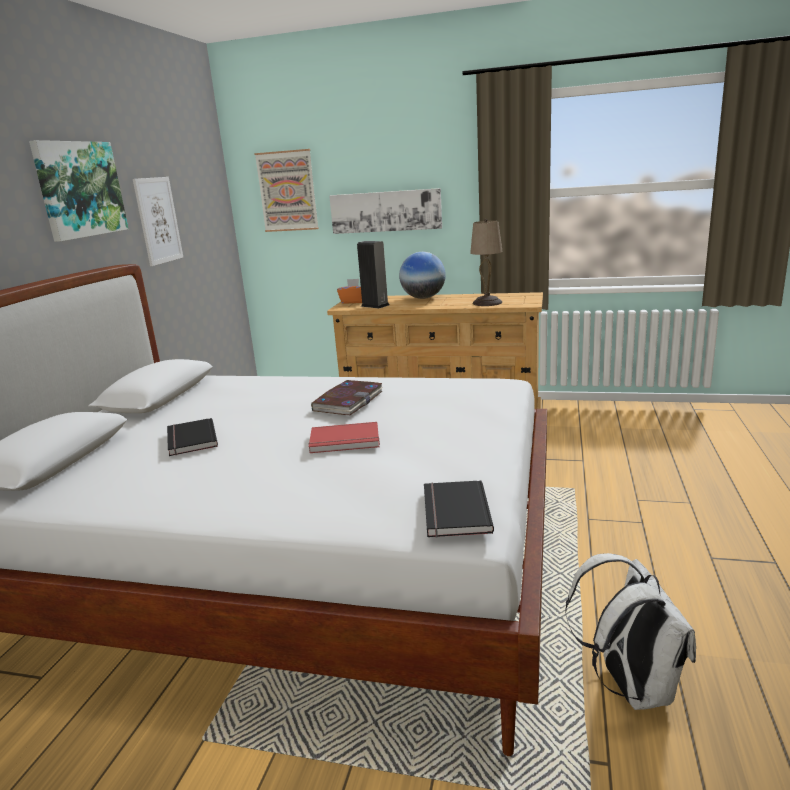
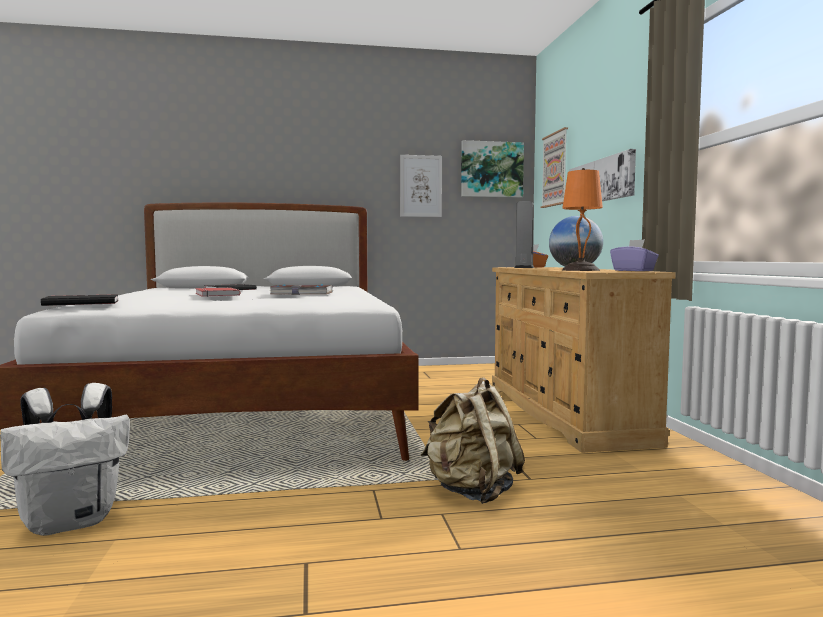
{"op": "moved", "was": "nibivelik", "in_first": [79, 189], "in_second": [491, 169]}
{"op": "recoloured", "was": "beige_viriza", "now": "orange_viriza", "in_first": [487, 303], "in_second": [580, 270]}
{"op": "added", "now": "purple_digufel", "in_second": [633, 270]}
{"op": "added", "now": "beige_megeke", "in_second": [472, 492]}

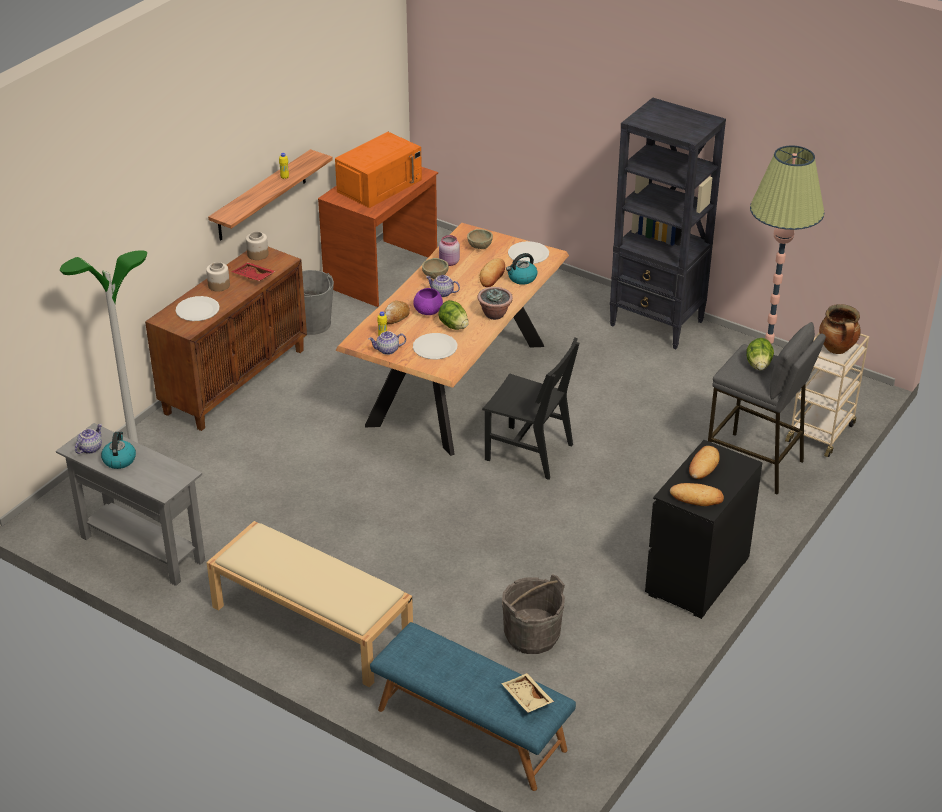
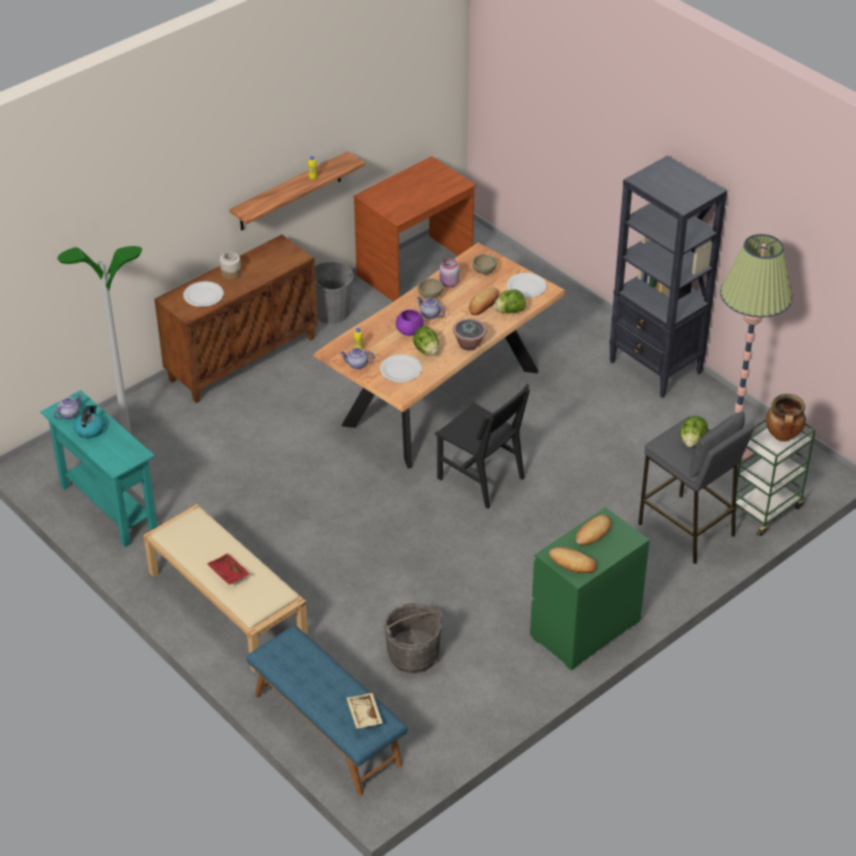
{"op": "removed", "was": "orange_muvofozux", "in_first": [379, 185]}
{"op": "removed", "was": "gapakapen", "in_first": [257, 254]}
{"op": "replaced", "was": "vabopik", "now": "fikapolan", "in_first": [521, 278], "in_second": [509, 311]}
{"op": "moved", "was": "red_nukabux", "in_first": [253, 277], "in_second": [228, 573]}
{"op": "removed", "was": "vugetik", "in_first": [395, 317]}
{"op": "recoloured", "was": "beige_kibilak", "now": "green_kibilak", "in_first": [820, 432], "in_second": [765, 509]}
{"op": "recoloured", "was": "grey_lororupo", "now": "turquoise_lororupo", "in_first": [142, 549], "in_second": [108, 507]}
{"op": "recoloured", "was": "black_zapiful", "now": "green_zapiful", "in_first": [697, 576], "in_second": [584, 629]}

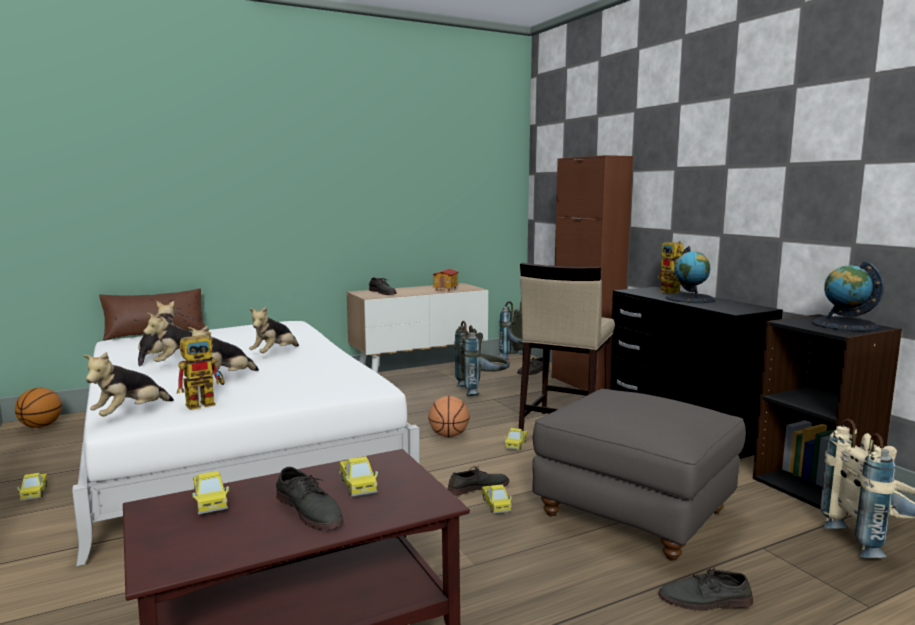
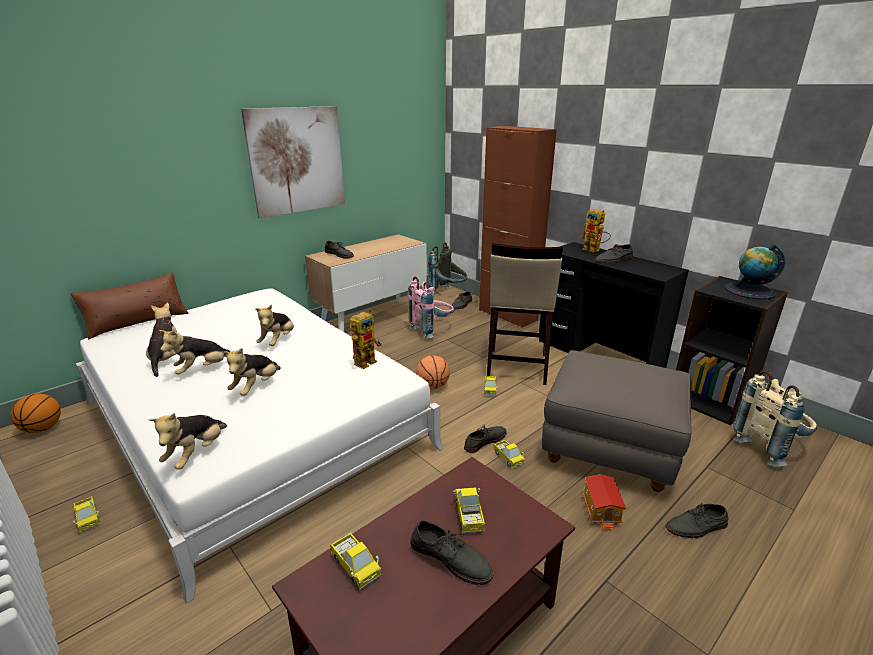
{"op": "replaced", "was": "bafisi", "now": "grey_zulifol", "in_first": [690, 299], "in_second": [614, 260]}
{"op": "moved", "was": "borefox", "in_first": [446, 289], "in_second": [602, 511]}
{"op": "recoloured", "was": "grey_megeke", "now": "pink_megeke", "in_first": [482, 390], "in_second": [432, 330]}
{"op": "moved", "was": "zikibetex", "in_first": [206, 403], "in_second": [367, 360]}
{"op": "turned", "was": "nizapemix", "in_first": [358, 486], "in_second": [469, 515], "clockwise": -150}
{"op": "added", "now": "nibivelik", "in_second": [297, 161]}

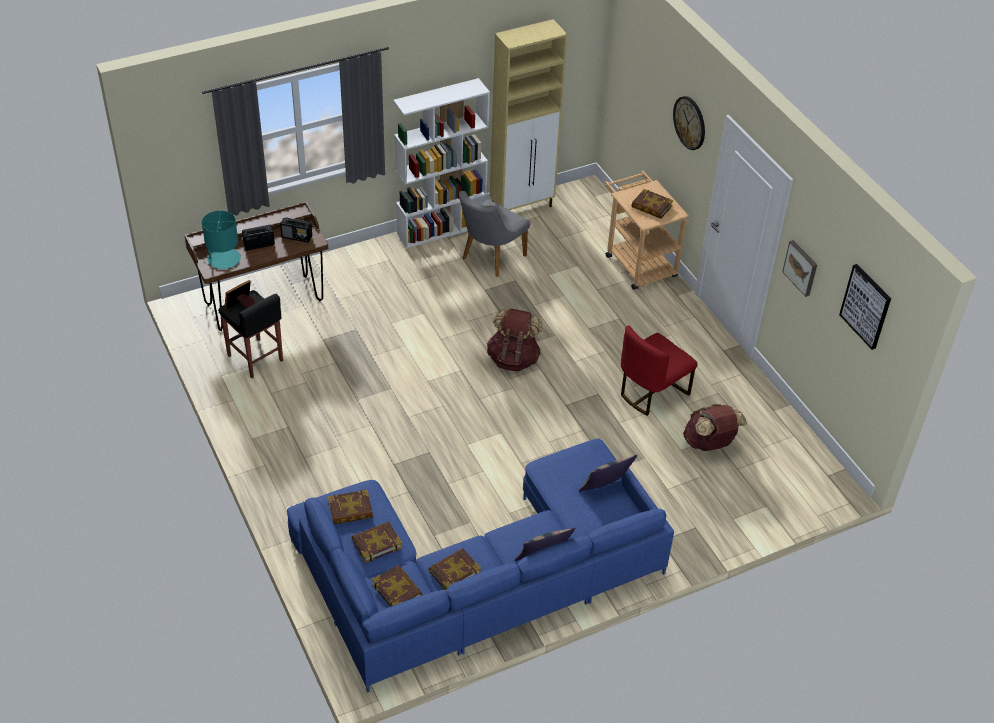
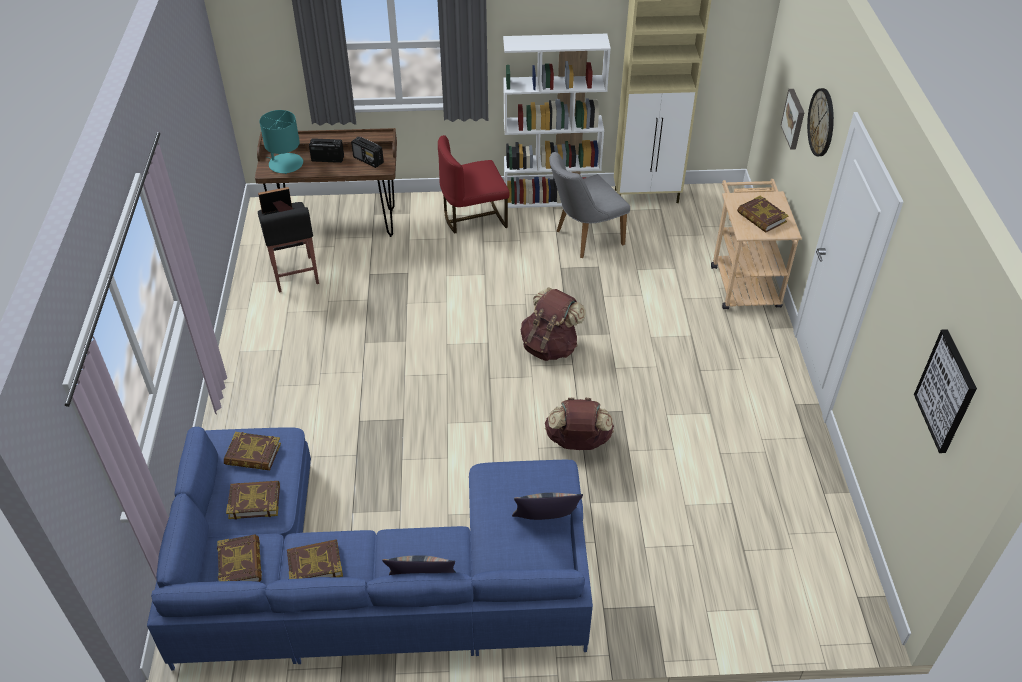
{"op": "moved", "was": "nibivelik", "in_first": [801, 267], "in_second": [794, 119]}
{"op": "moved", "was": "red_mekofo", "in_first": [651, 392], "in_second": [474, 217]}
{"op": "moved", "was": "brown_megeke", "in_first": [709, 443], "in_second": [578, 442]}

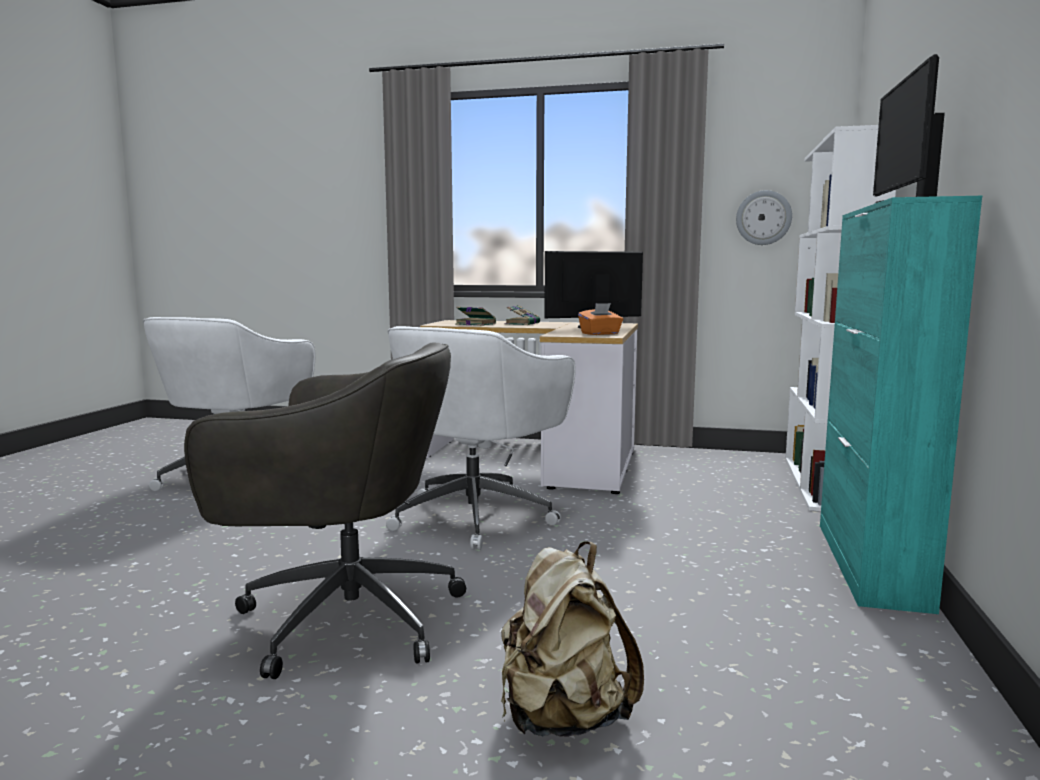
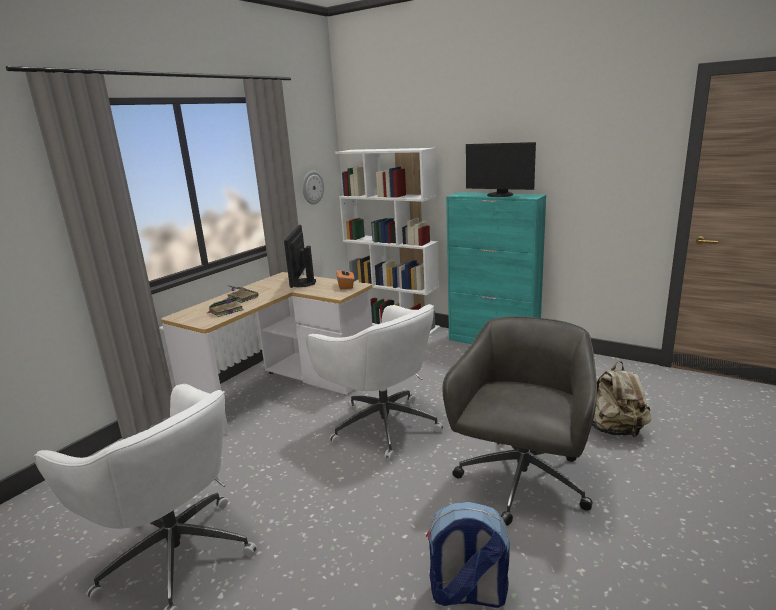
{"op": "added", "now": "megeke", "in_second": [467, 594]}

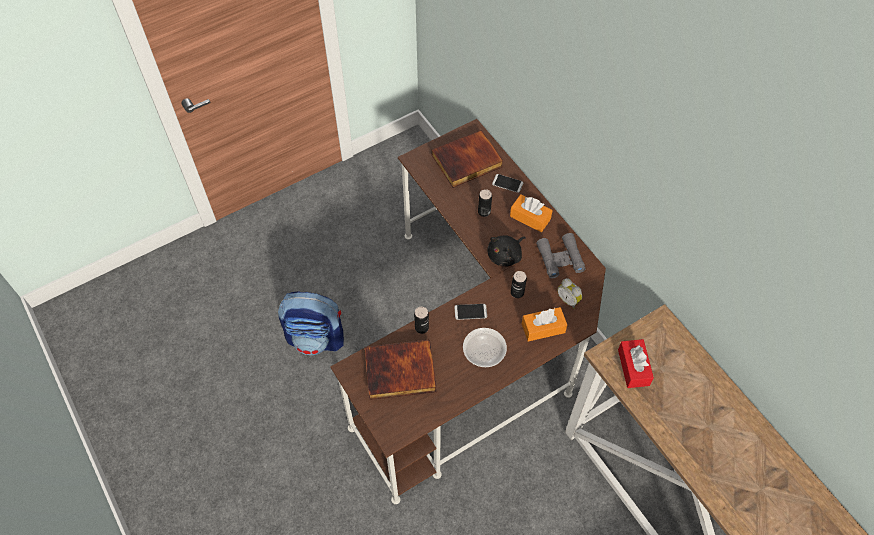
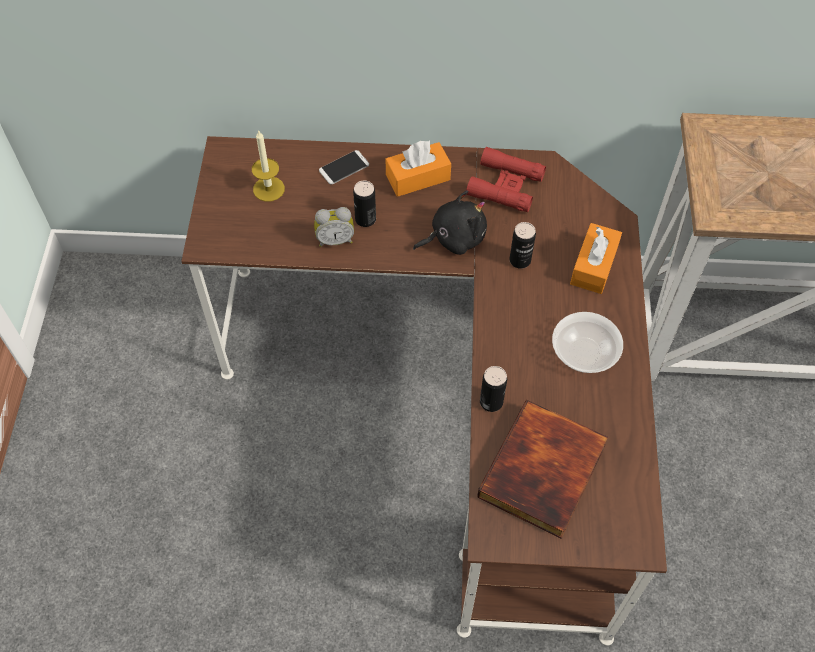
{"op": "replaced", "was": "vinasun", "now": "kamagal", "in_first": [467, 162], "in_second": [268, 189]}
{"op": "recoloured", "was": "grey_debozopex", "now": "red_debozopex", "in_first": [560, 259], "in_second": [505, 185]}
{"op": "turned", "was": "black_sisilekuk", "in_first": [506, 255], "in_second": [454, 238], "clockwise": -105}
{"op": "moved", "was": "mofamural", "in_first": [569, 300], "in_second": [335, 240]}
{"op": "removed", "was": "megeke", "in_first": [316, 338]}
{"op": "removed", "was": "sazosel", "in_first": [470, 312]}
{"op": "removed", "was": "red_digufel", "in_first": [633, 367]}

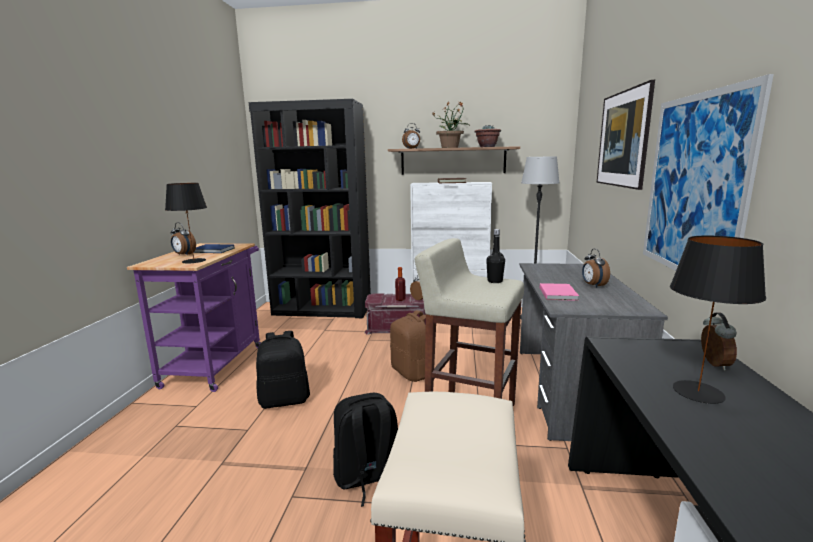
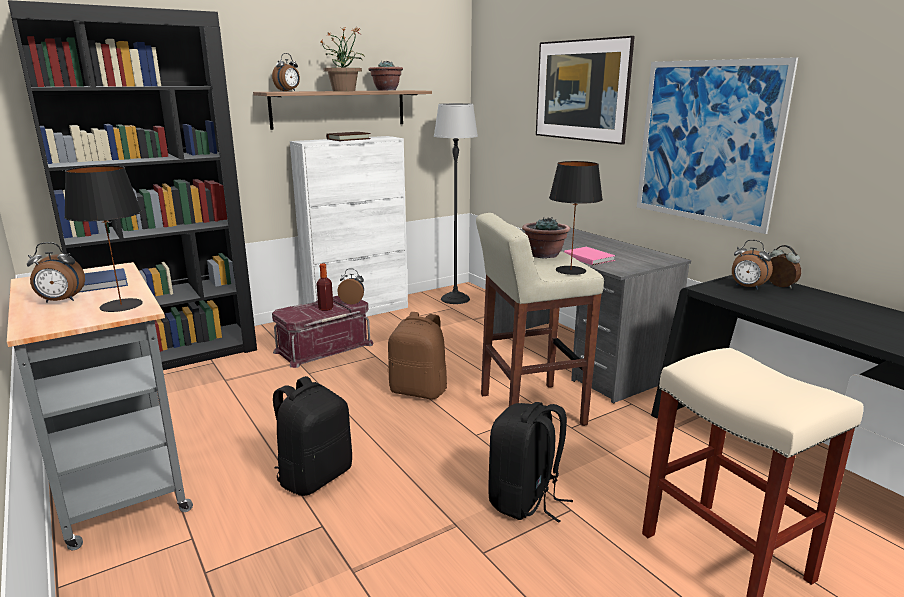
{"op": "replaced", "was": "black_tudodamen", "now": "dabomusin", "in_first": [495, 281], "in_second": [544, 255]}
{"op": "moved", "was": "black_viriza", "in_first": [697, 392], "in_second": [570, 270]}
{"op": "recoloured", "was": "purple_kibilak", "now": "grey_kibilak", "in_first": [217, 363], "in_second": [118, 477]}
{"op": "moved", "was": "mofamural", "in_first": [593, 285], "in_second": [747, 287]}

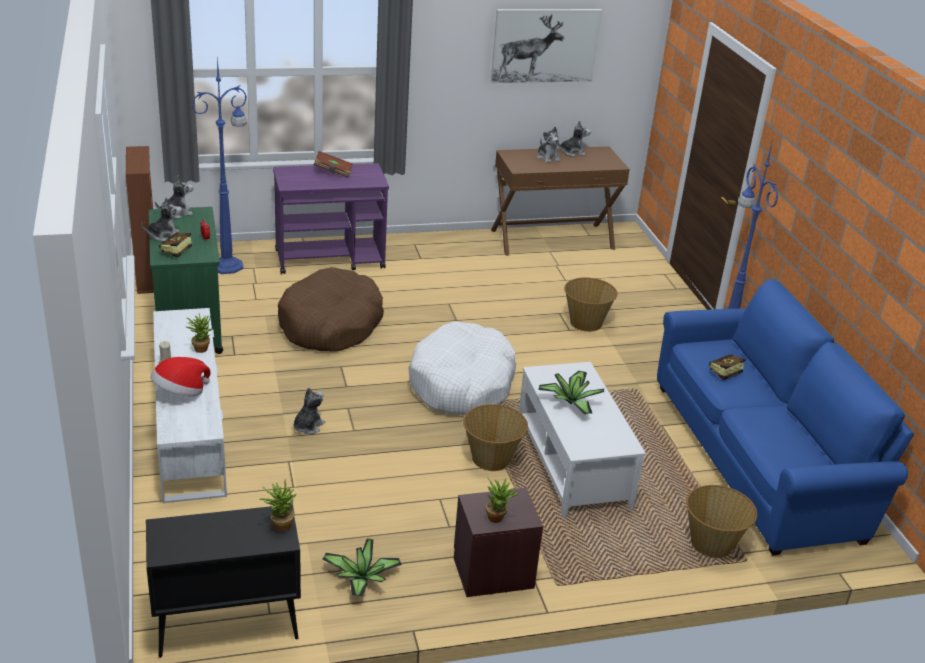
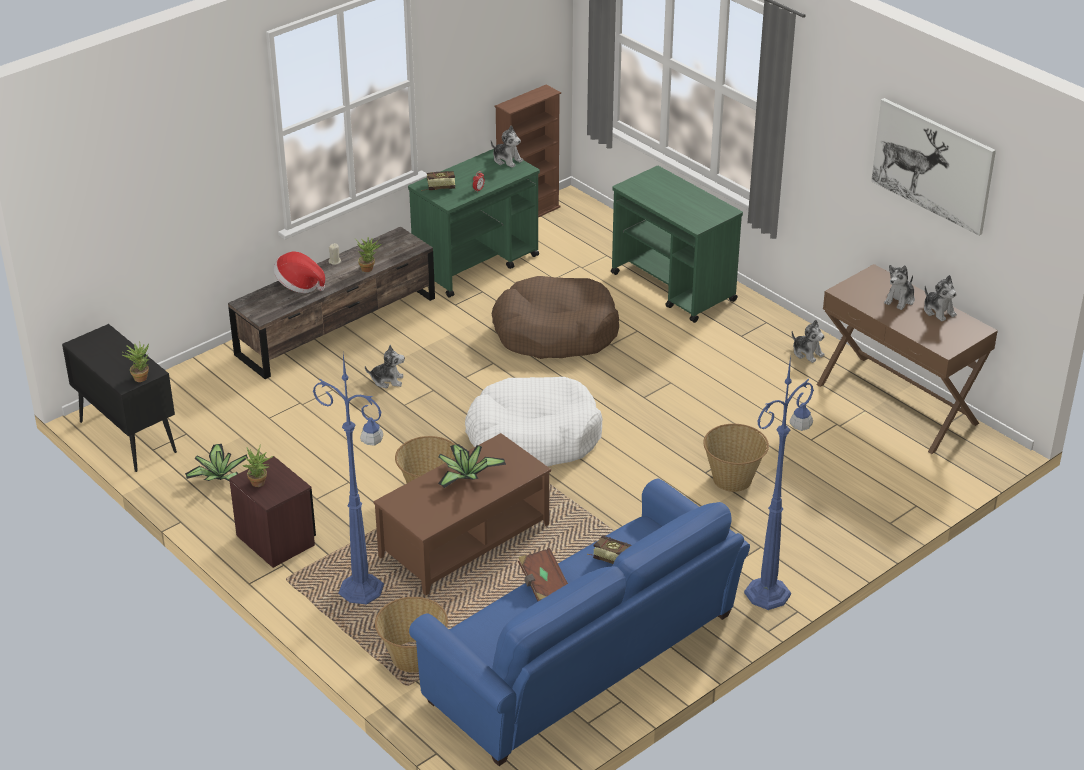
{"op": "moved", "was": "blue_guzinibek", "in_first": [229, 266], "in_second": [363, 591]}
{"op": "moved", "was": "brown_vinasun", "in_first": [333, 172], "in_second": [543, 584]}
{"op": "recoloured", "was": "purple_kibilak", "now": "green_kibilak", "in_first": [330, 259], "in_second": [673, 287]}
{"op": "moved", "was": "sisilekuk", "in_first": [164, 236], "in_second": [807, 353]}
{"op": "recoloured", "was": "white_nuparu", "now": "brown_nuparu", "in_first": [190, 425], "in_second": [337, 326]}
{"op": "recoloured", "was": "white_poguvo", "now": "brown_poguvo", "in_first": [574, 464], "in_second": [465, 541]}

